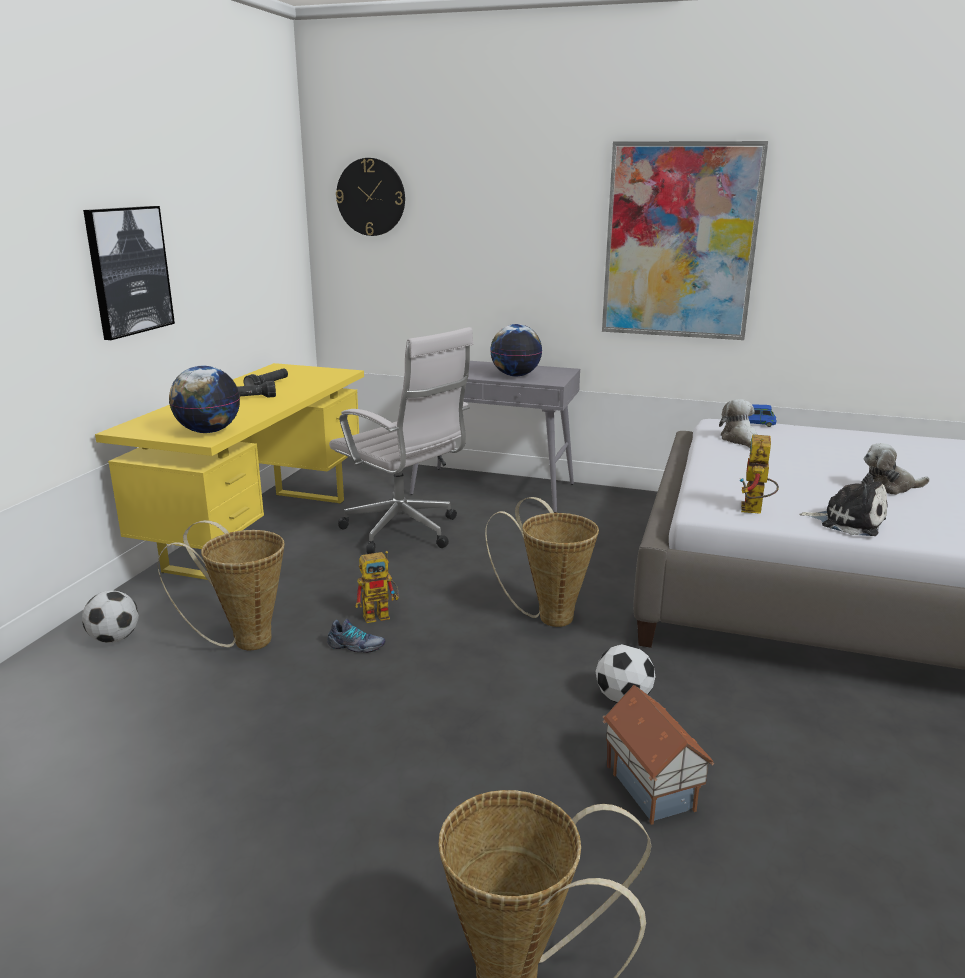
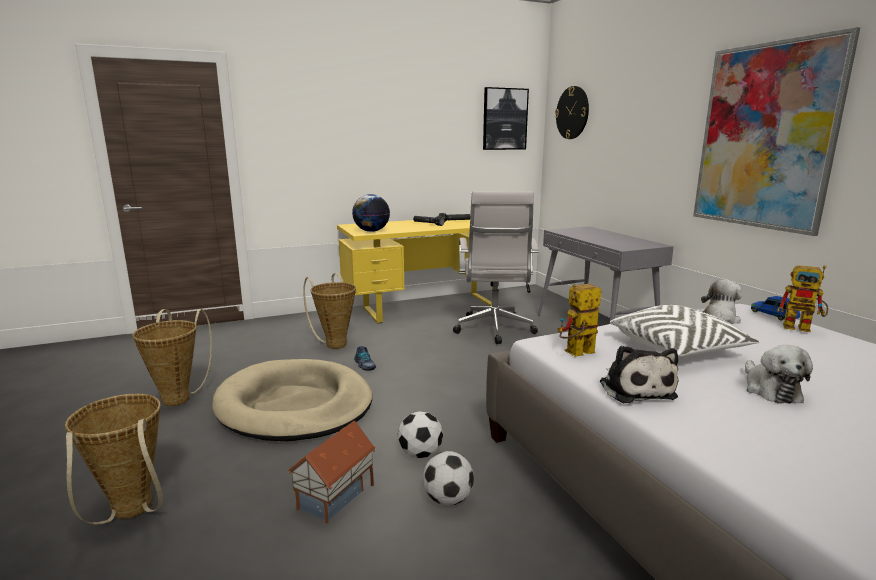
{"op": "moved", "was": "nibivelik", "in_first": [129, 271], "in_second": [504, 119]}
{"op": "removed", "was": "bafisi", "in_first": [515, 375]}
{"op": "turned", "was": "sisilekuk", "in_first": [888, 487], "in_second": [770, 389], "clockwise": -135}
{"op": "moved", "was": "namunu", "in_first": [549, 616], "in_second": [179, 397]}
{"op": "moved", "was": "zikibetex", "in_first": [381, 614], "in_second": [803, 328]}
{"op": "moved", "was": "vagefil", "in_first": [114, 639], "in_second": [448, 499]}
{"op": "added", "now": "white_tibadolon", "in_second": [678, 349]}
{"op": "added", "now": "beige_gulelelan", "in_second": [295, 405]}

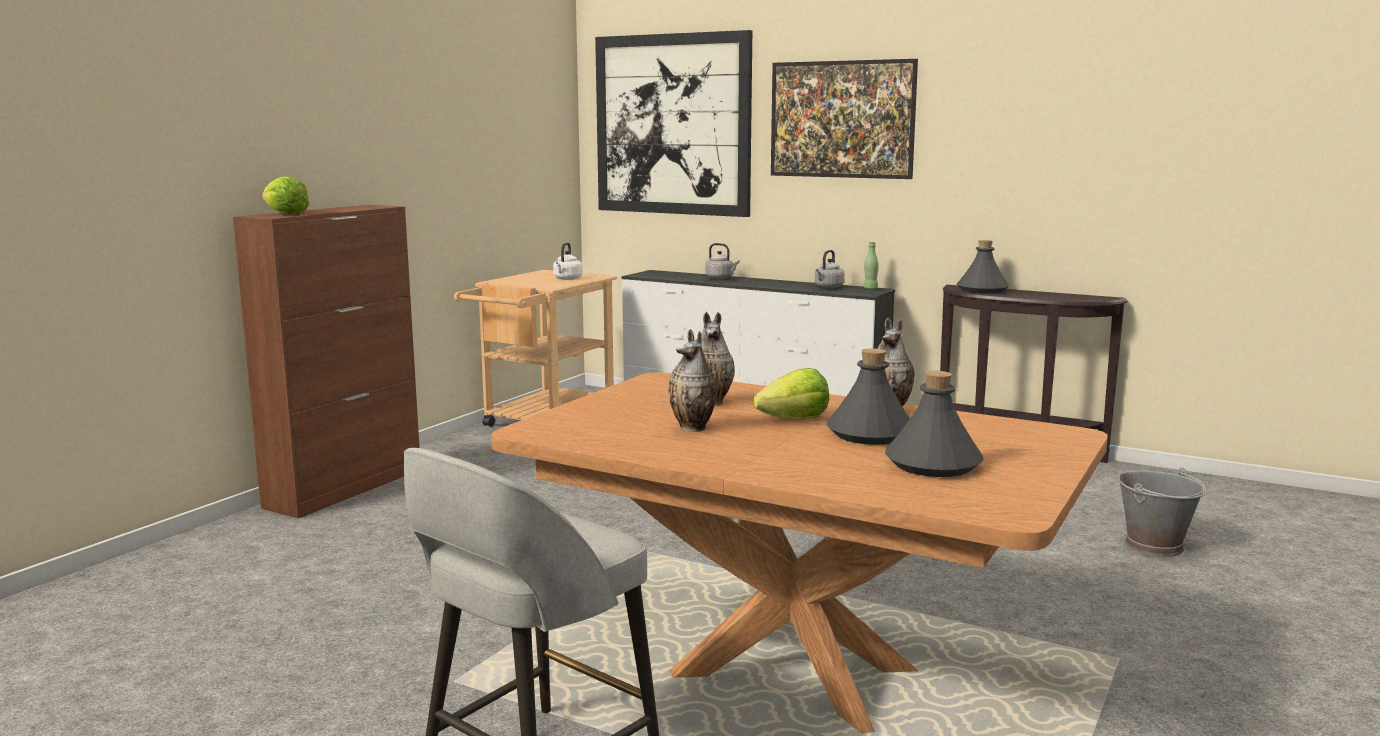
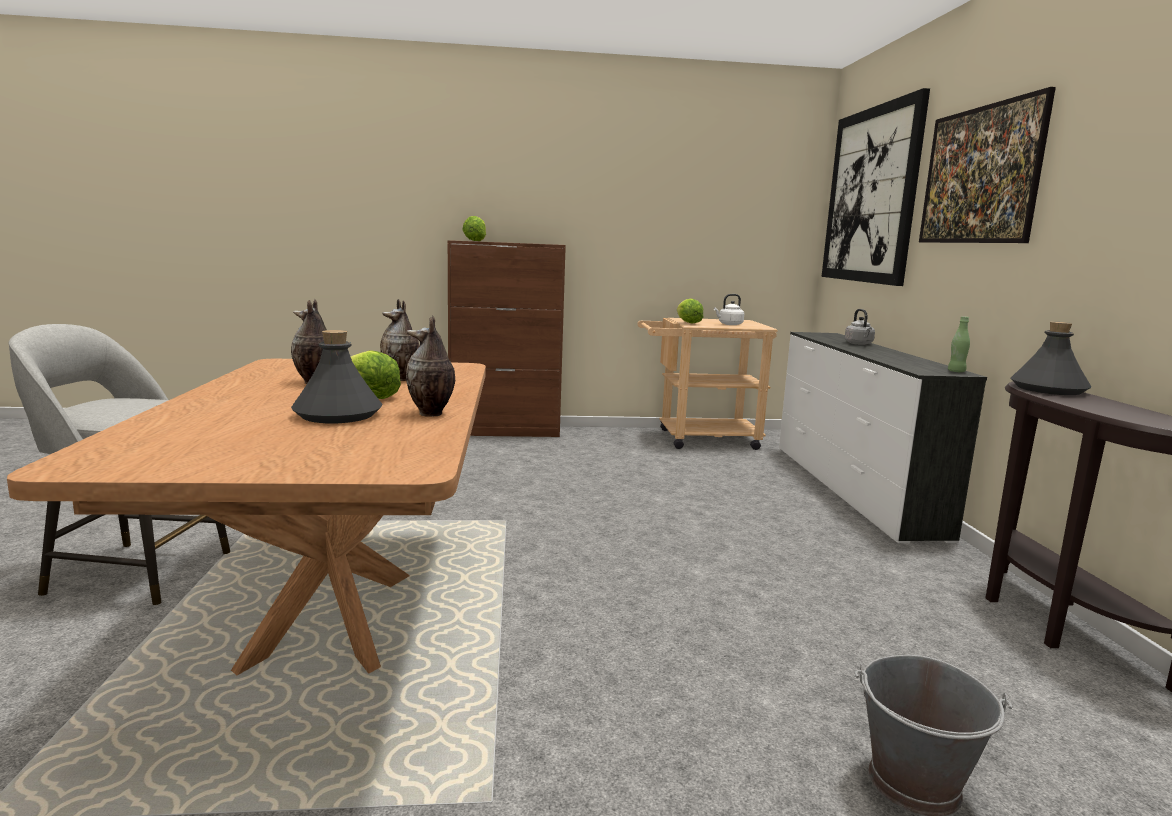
{"op": "removed", "was": "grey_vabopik", "in_first": [828, 287]}
{"op": "removed", "was": "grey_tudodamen", "in_first": [933, 464]}
{"op": "added", "now": "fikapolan", "in_second": [687, 322]}

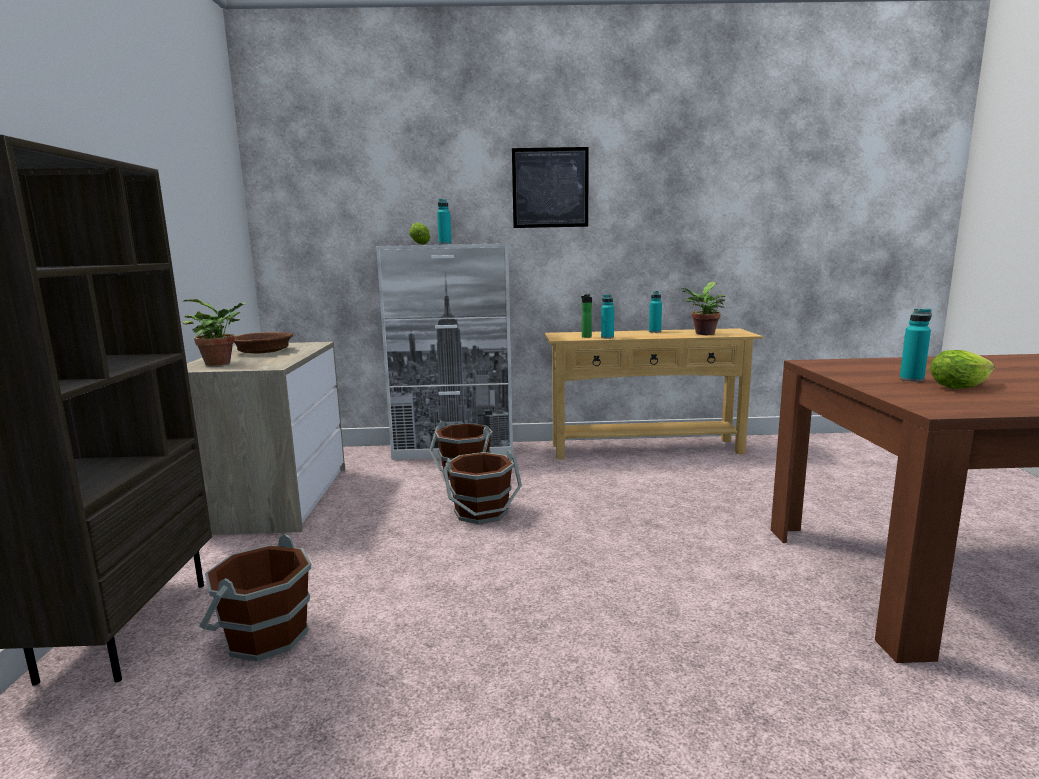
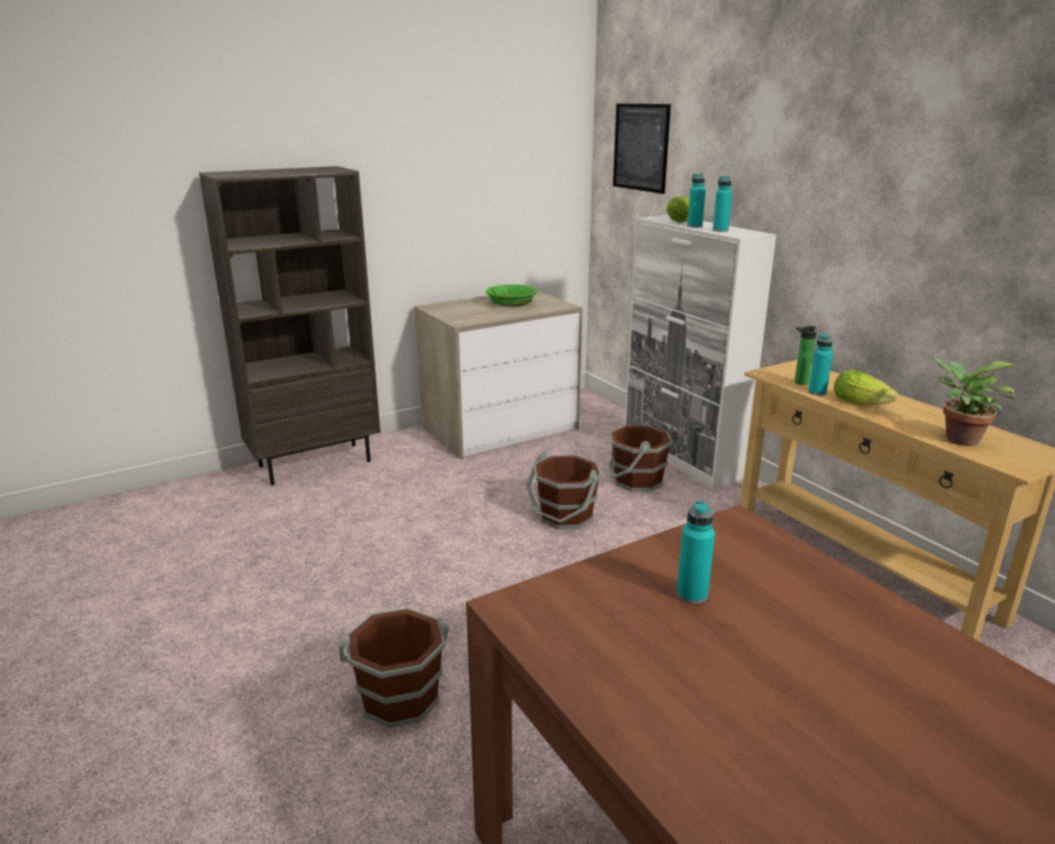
{"op": "moved", "was": "nibivelik", "in_first": [550, 188], "in_second": [640, 147]}
{"op": "moved", "was": "turquoise_tudodamen", "in_first": [654, 331], "in_second": [720, 230]}
{"op": "removed", "was": "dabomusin", "in_first": [221, 363]}
{"op": "recoloured", "was": "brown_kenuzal", "now": "green_kenuzal", "in_first": [263, 351], "in_second": [511, 304]}
{"op": "moved", "was": "fikapolan", "in_first": [962, 386], "in_second": [863, 403]}
{"op": "moved", "was": "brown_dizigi", "in_first": [265, 635], "in_second": [399, 697]}

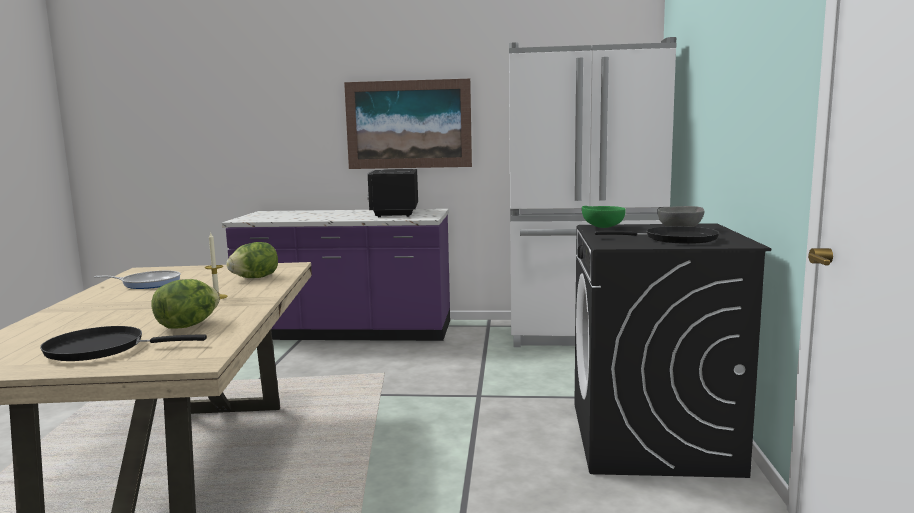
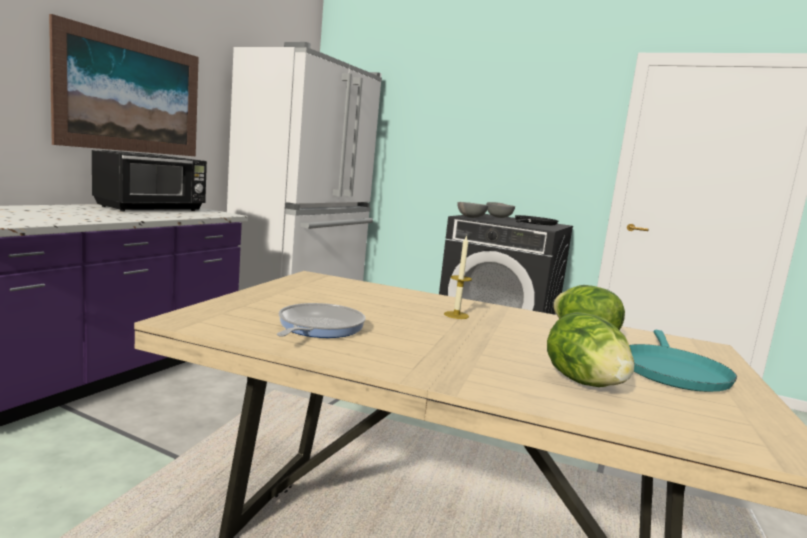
{"op": "turned", "was": "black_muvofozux", "in_first": [394, 213], "in_second": [152, 209], "clockwise": -75}
{"op": "recoloured", "was": "green_kenuzal", "now": "grey_kenuzal", "in_first": [602, 227], "in_second": [470, 217]}
{"op": "moved", "was": "fikapolan", "in_first": [255, 278], "in_second": [584, 383]}
{"op": "recoloured", "was": "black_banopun", "now": "turquoise_banopun", "in_first": [102, 349], "in_second": [671, 371]}

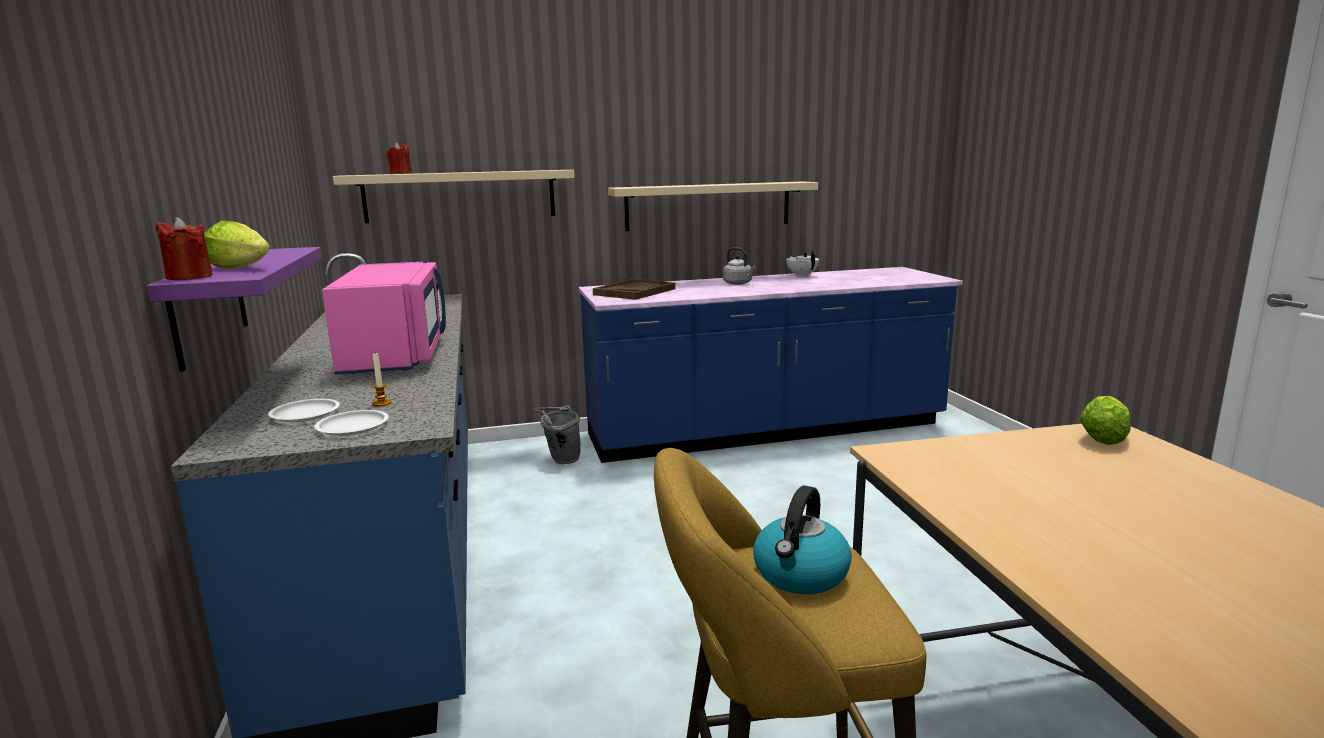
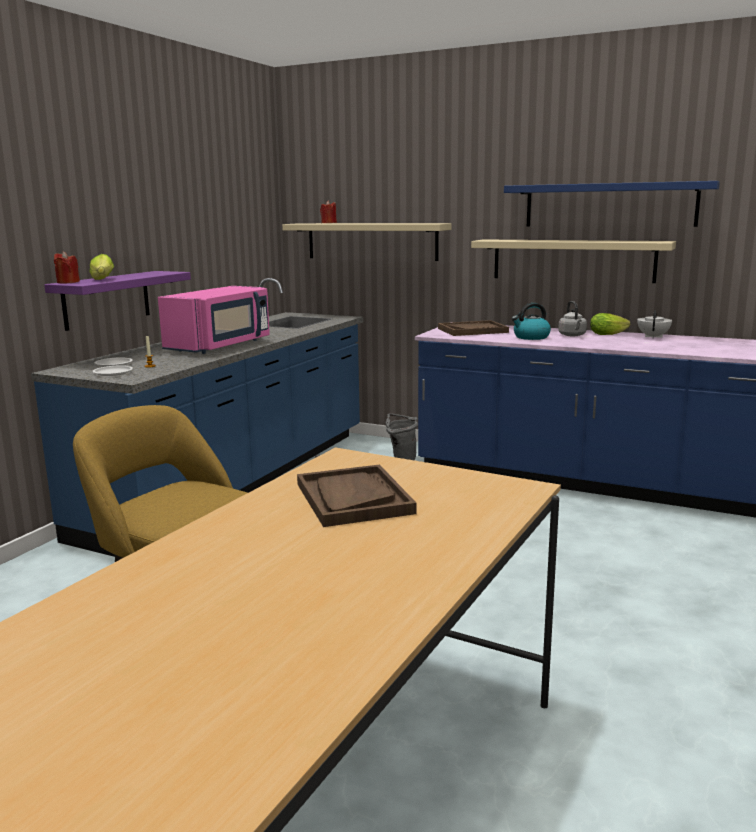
{"op": "moved", "was": "fikapolan", "in_first": [1105, 436], "in_second": [610, 334]}
{"op": "moved", "was": "vabopik", "in_first": [801, 575], "in_second": [531, 337]}
{"op": "added", "now": "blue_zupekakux", "in_second": [609, 205]}
{"op": "added", "now": "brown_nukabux", "in_second": [353, 498]}

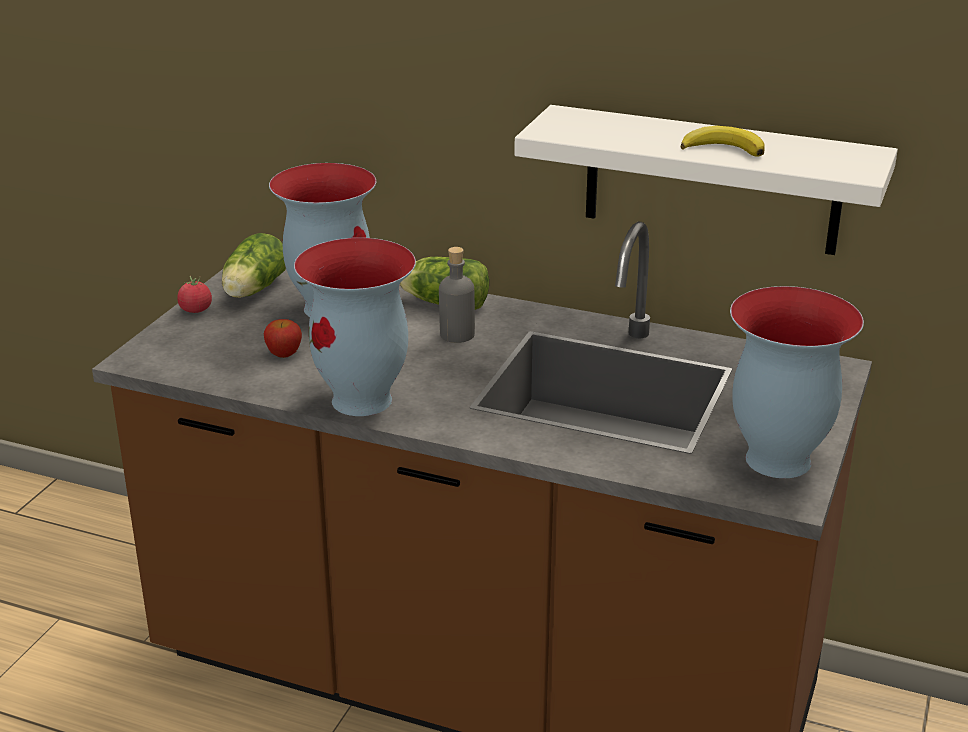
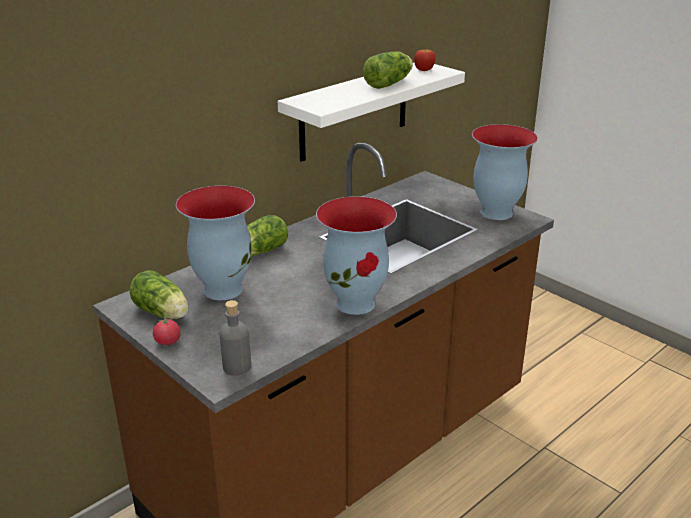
{"op": "replaced", "was": "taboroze", "now": "fikapolan", "in_first": [723, 148], "in_second": [390, 83]}
{"op": "moved", "was": "grey_tudodamen", "in_first": [457, 334], "in_second": [237, 367]}
{"op": "moved", "was": "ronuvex", "in_first": [284, 354], "in_second": [424, 70]}

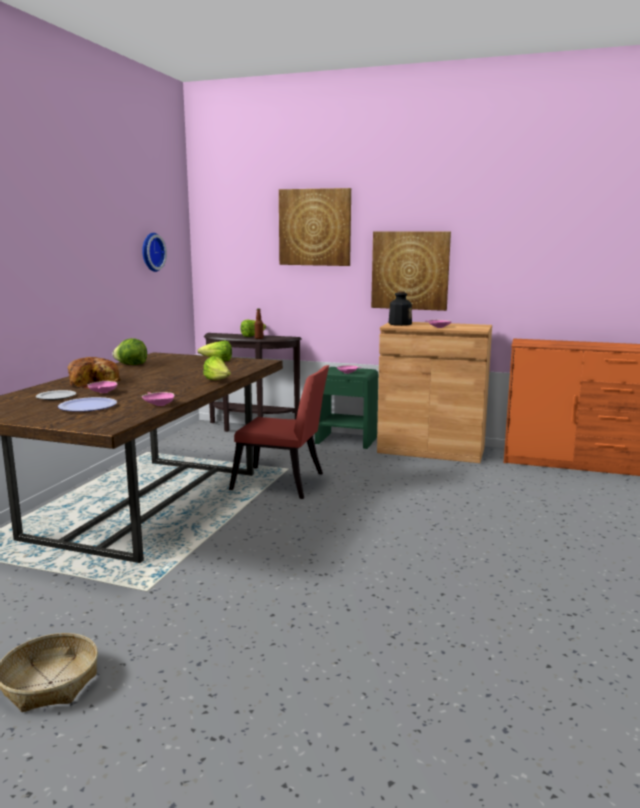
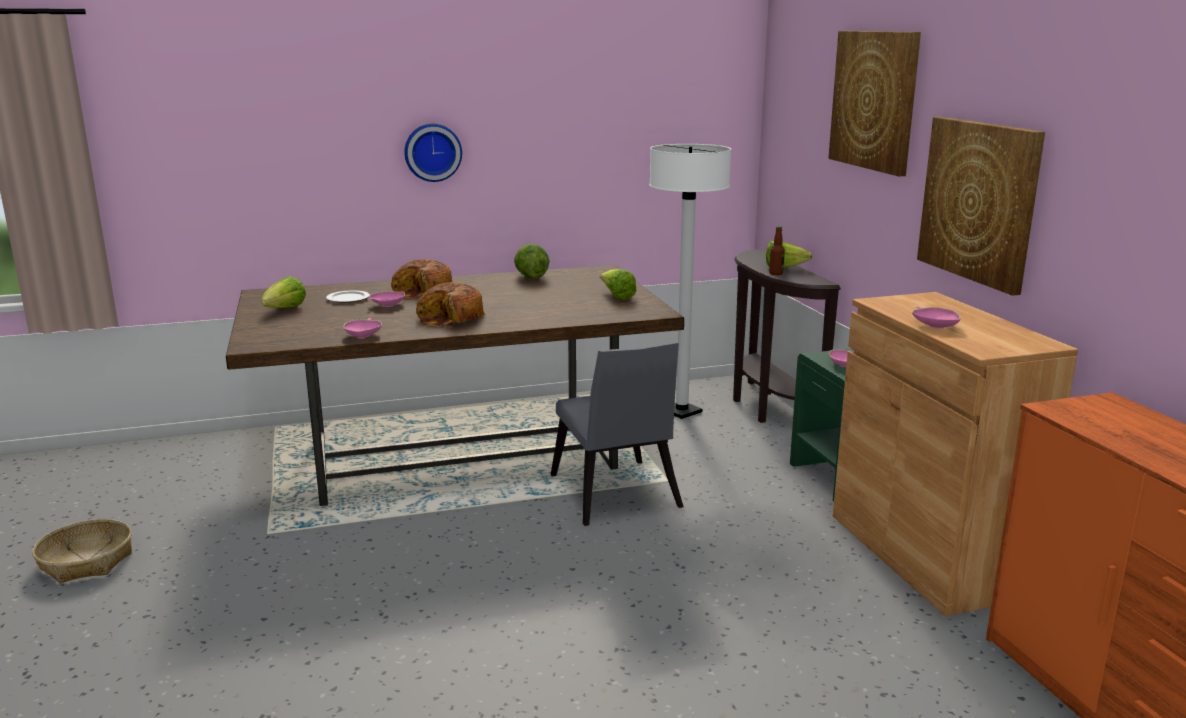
{"op": "moved", "was": "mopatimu", "in_first": [151, 252], "in_second": [432, 152]}
{"op": "removed", "was": "tudodamen", "in_first": [399, 324]}
{"op": "moved", "was": "fikapolan", "in_first": [218, 381], "in_second": [284, 310]}
{"op": "recoloured", "was": "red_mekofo", "now": "grey_mekofo", "in_first": [283, 484], "in_second": [615, 496]}
{"op": "removed", "was": "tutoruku", "in_first": [87, 406]}
{"op": "added", "now": "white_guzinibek", "in_second": [681, 411]}
{"op": "added", "now": "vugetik", "in_second": [451, 319]}

